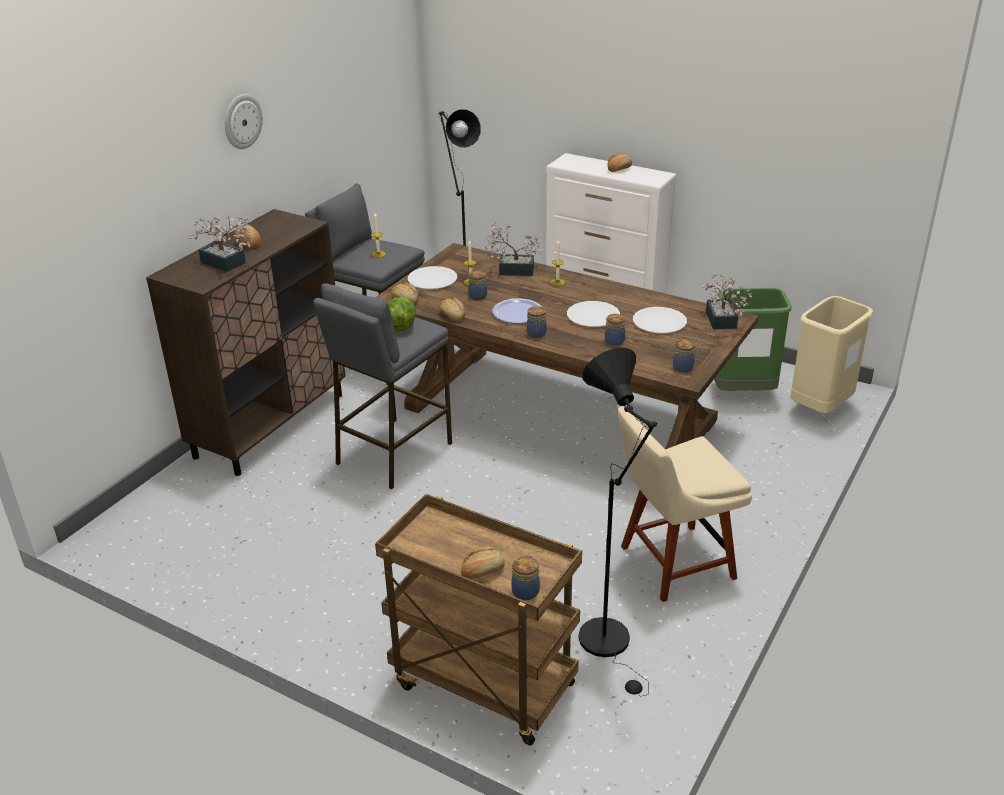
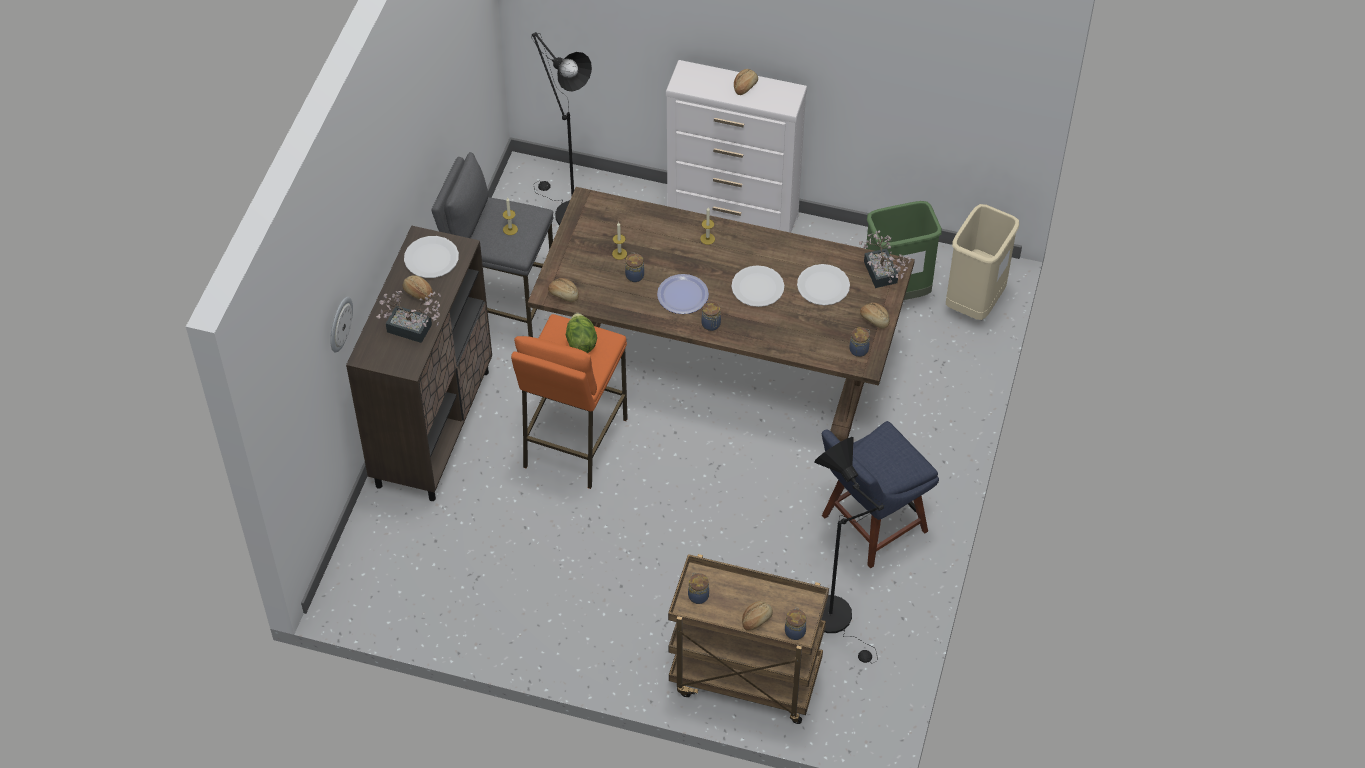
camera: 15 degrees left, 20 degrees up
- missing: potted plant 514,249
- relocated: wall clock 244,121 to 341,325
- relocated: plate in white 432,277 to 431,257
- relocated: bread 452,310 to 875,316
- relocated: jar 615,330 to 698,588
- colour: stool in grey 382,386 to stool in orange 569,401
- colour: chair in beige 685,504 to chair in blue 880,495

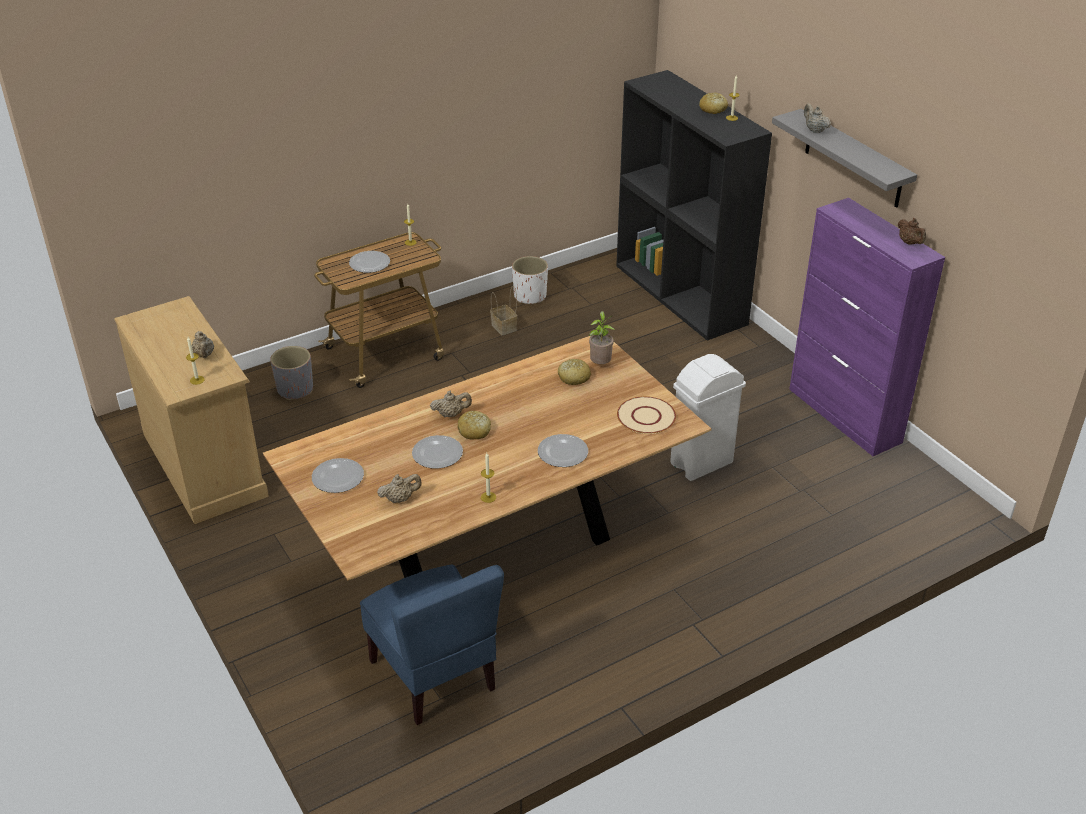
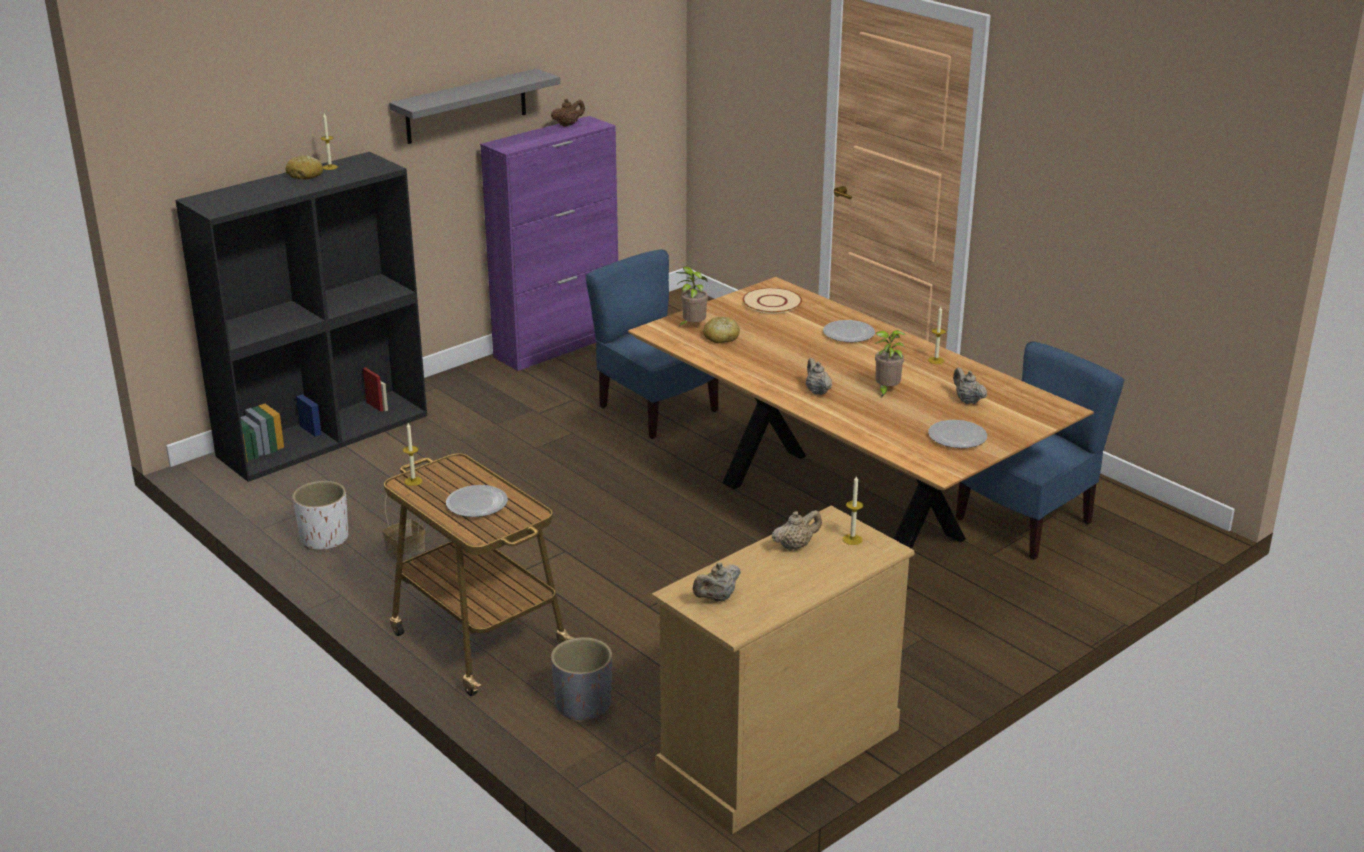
camera: 100 degrees left, 10 degrees down
- missing: bread 474,425
- relocated: teapot in beige 817,118 to 717,582
- exchanged: plate 437,452 to potted plant 890,364
- exchanged: trash can in white 708,417 to chair in blue 652,344

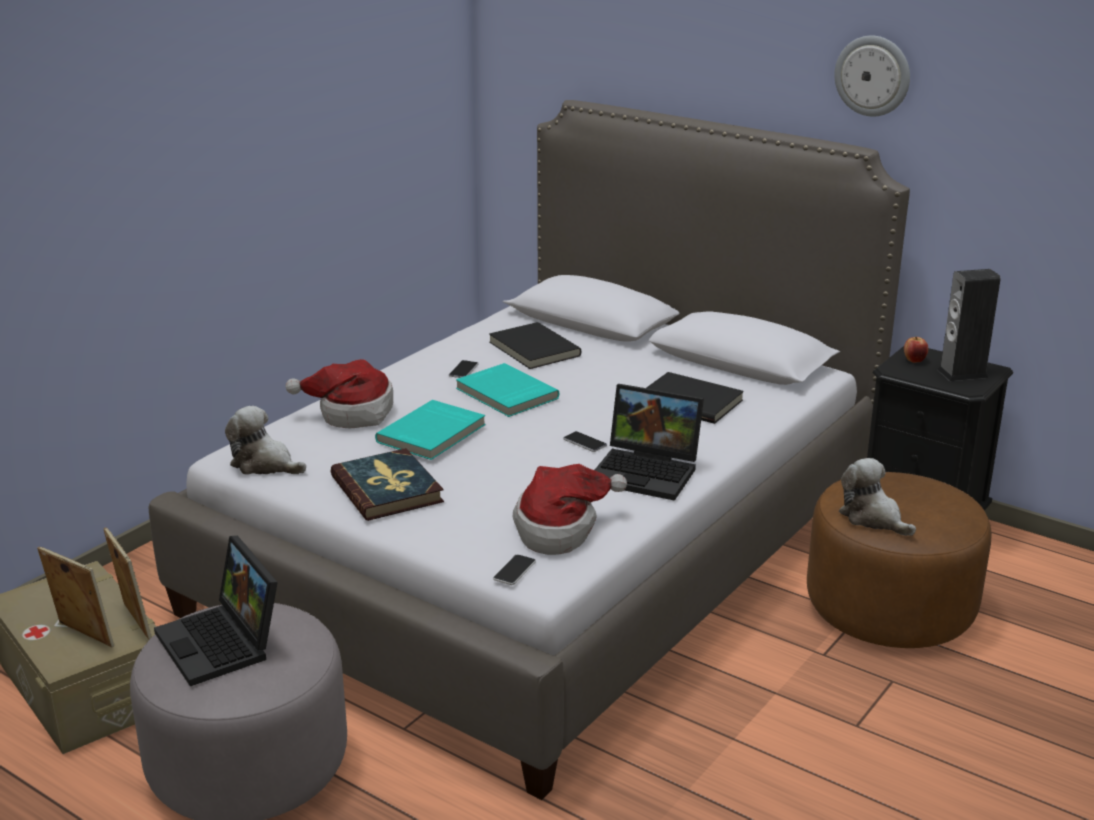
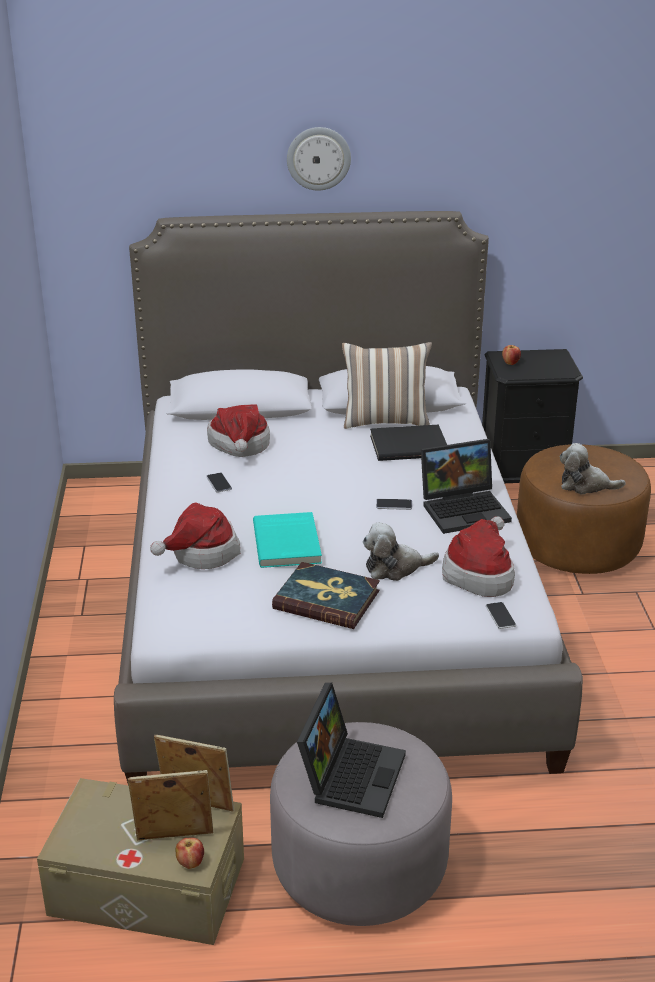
camera: 40 degrees left, 5 degrees up
- missing: book in turquoise 507,390
- missing: speaker 969,325
- appeared: apple 190,853
- appeared: pillow 387,385
- relocated: plush toy 265,440 to 401,551
- relocated: wall clock 872,76 to 319,159
- exchanged: book in black 535,345 to hat 238,430
- spun: laptop 216,611 = 351,750 90 degrees counterclockwise

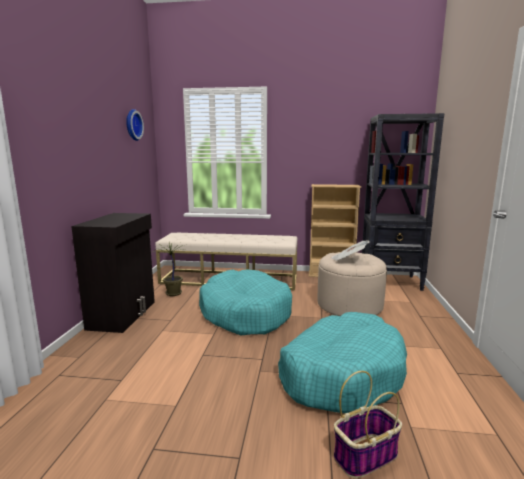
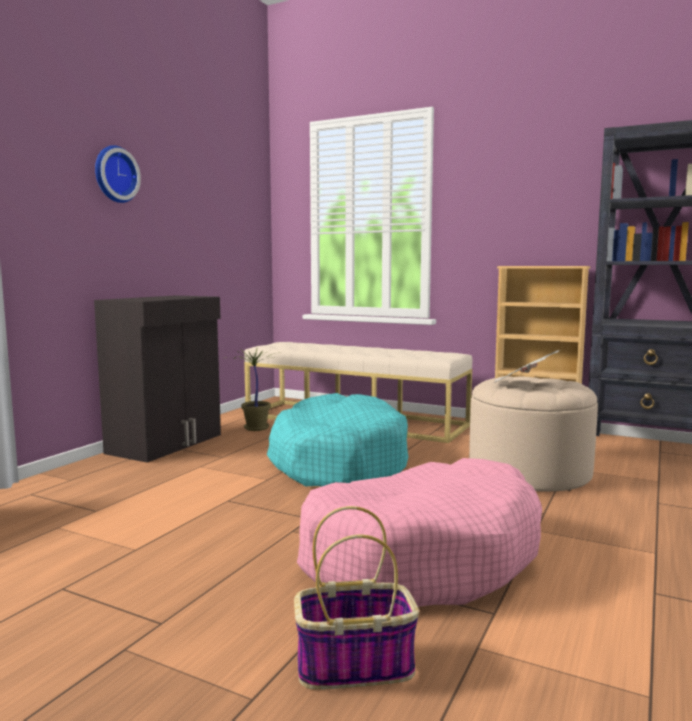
camera: 20 degrees right, 5 degrees down
- relocated: wall clock 135,125 to 118,174
- colour: dog bed in turquoise 342,362 to dog bed in pink 419,532

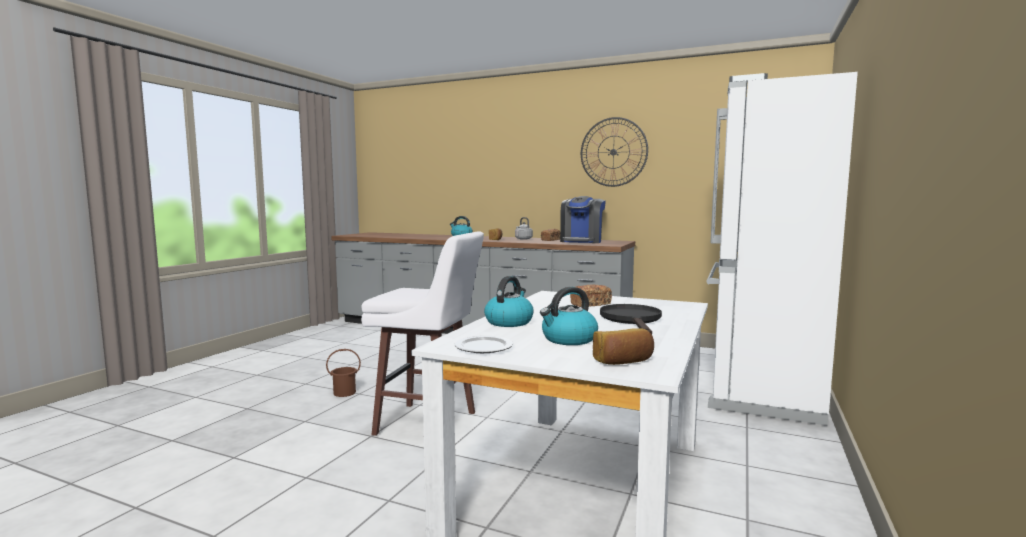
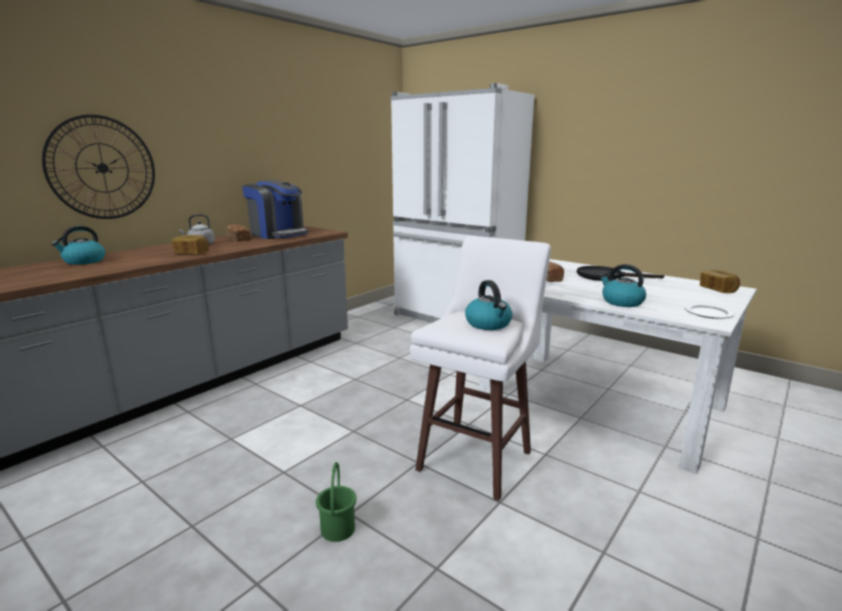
camera: 75 degrees left, 10 degrees up
- relocated: kettle 569,316 to 489,305
- relocated: wall clock 614,152 to 98,167
- colour: bucket in brown 343,373 to bucket in green 336,502

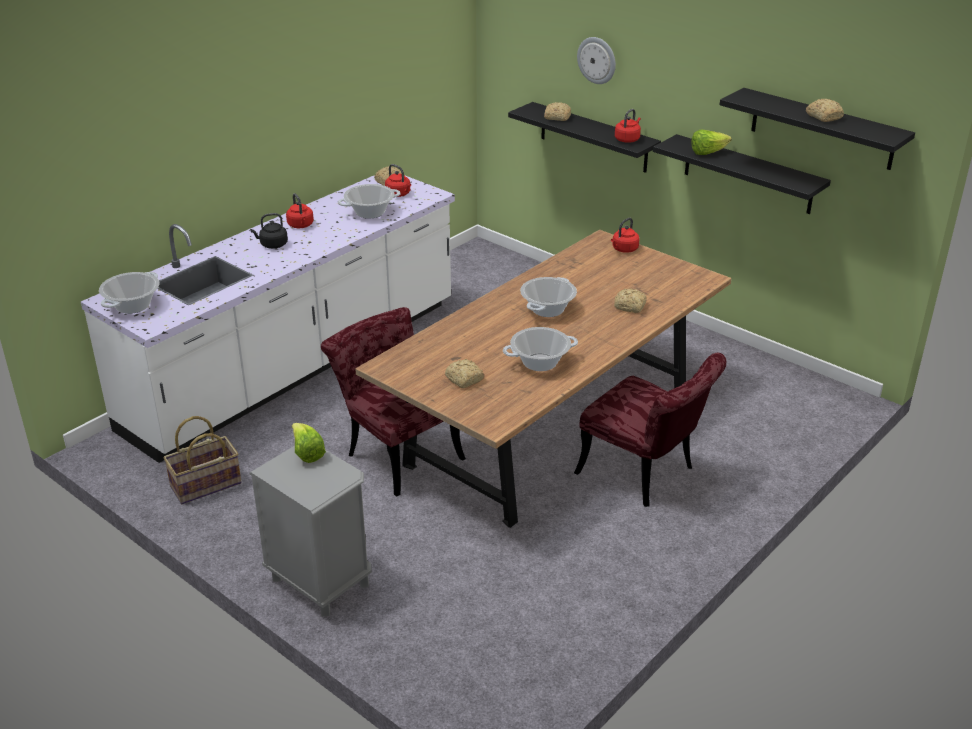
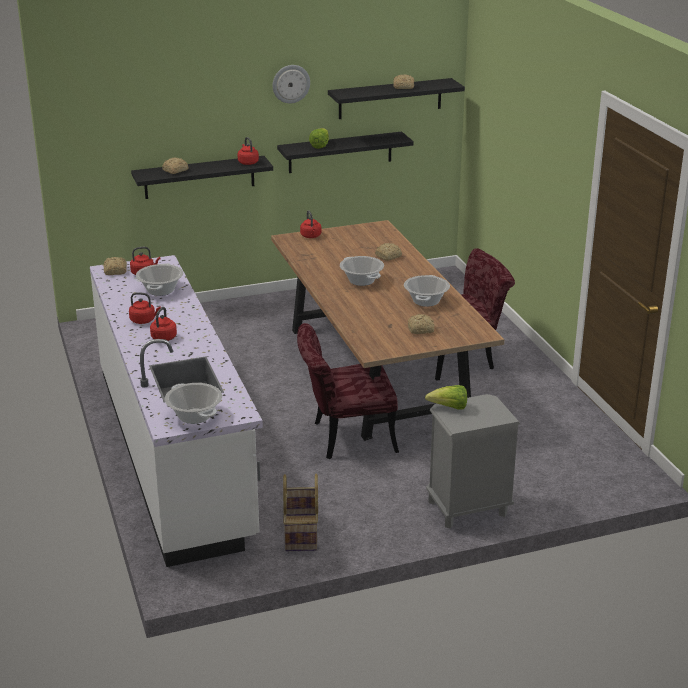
camera: 60 degrees left, 5 degrees down
- relocated: wall clock 596,60 to 291,84
- colour: kettle in black 269,231 to kettle in red 163,324

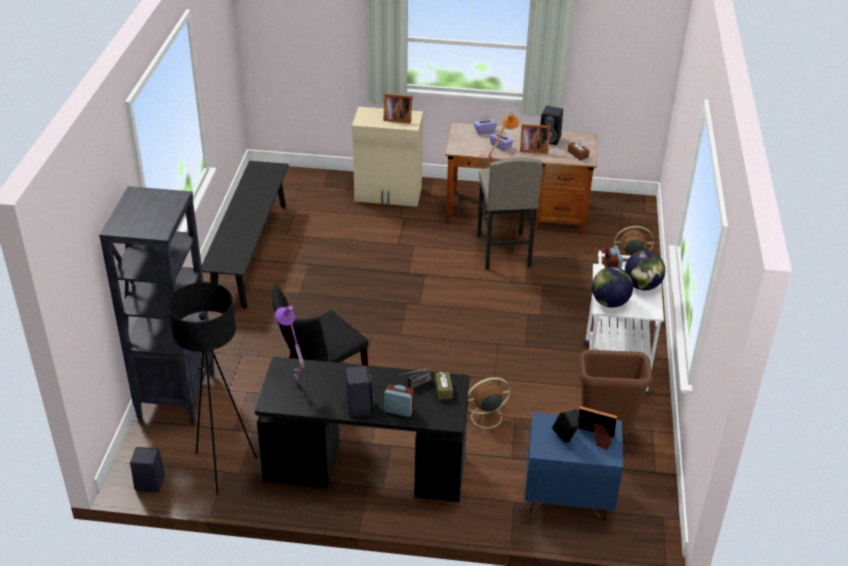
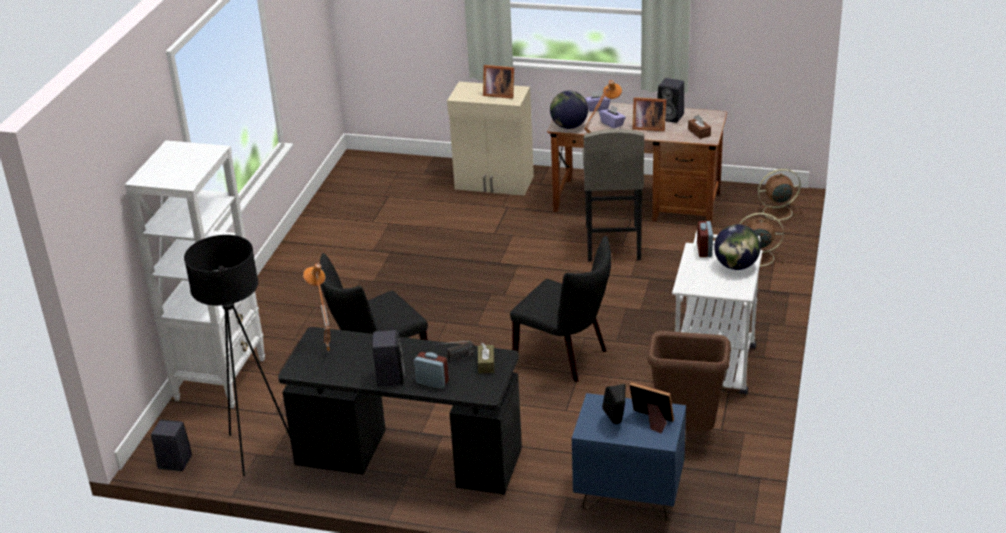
camera: 10 degrees right, 5 degrees down
- missing: bench in black 245,235
- appeared: chair in black 560,309
- relocated: fan in brown 489,406 to 778,197
- relocated: globe 612,287 to 569,110
- colour: bookcase in black 157,306 to bookcase in white 195,274
- colour: table lamp in purple 289,344 to table lamp in orange 316,307

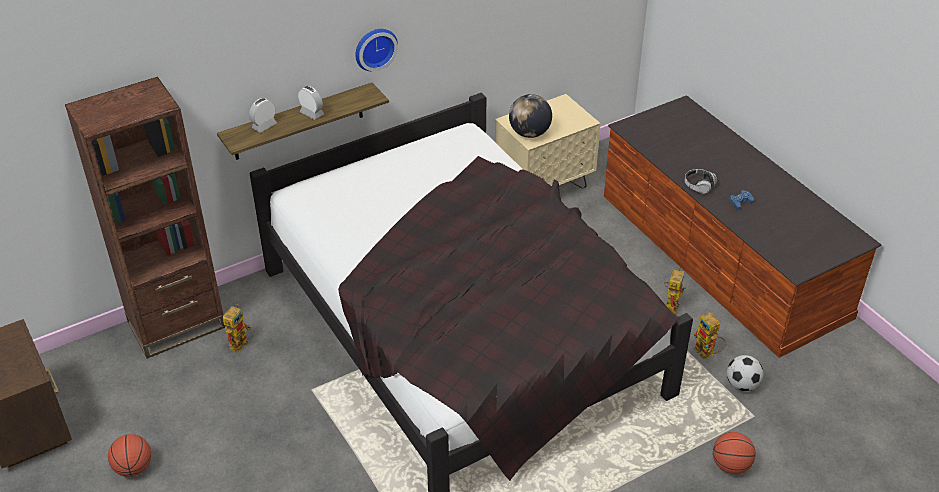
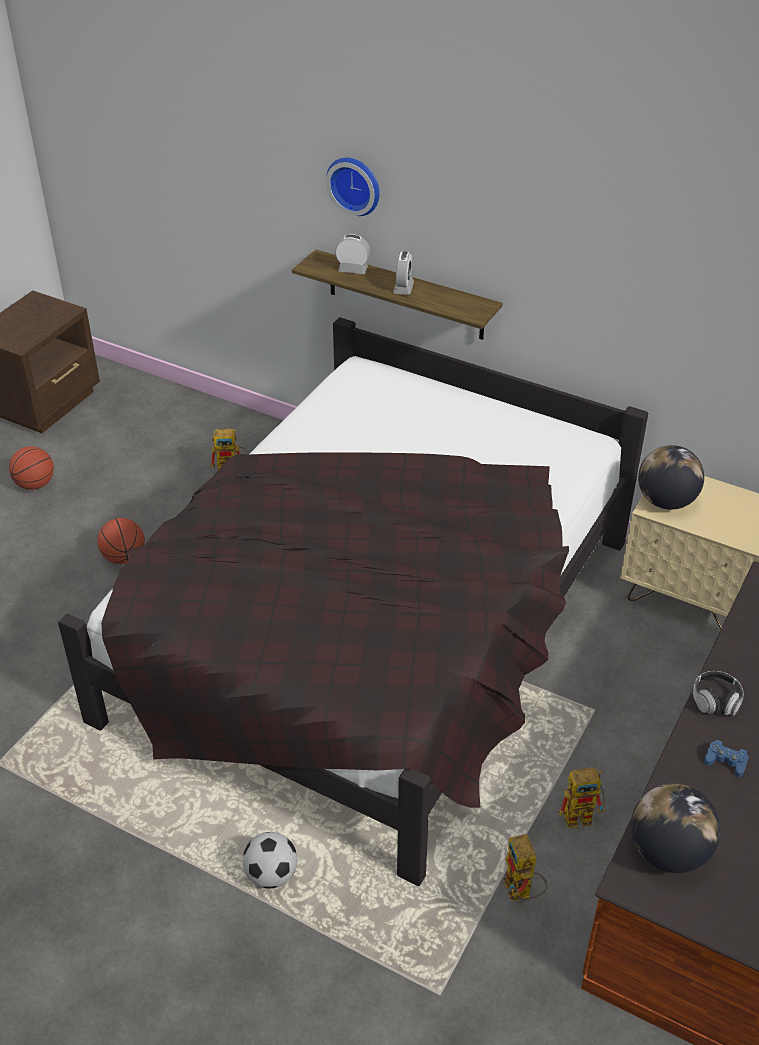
camera: 60 degrees right, 0 degrees up
- missing: bookcase in brown 145,218
- appeared: globe 675,828
- relocated: wall clock 376,50 to 353,187
- relocated: basketball 734,453 to 121,541
- relocated: football 745,373 to 270,860
- spun: toy robot 710,335 = 525,867 45 degrees counterclockwise

